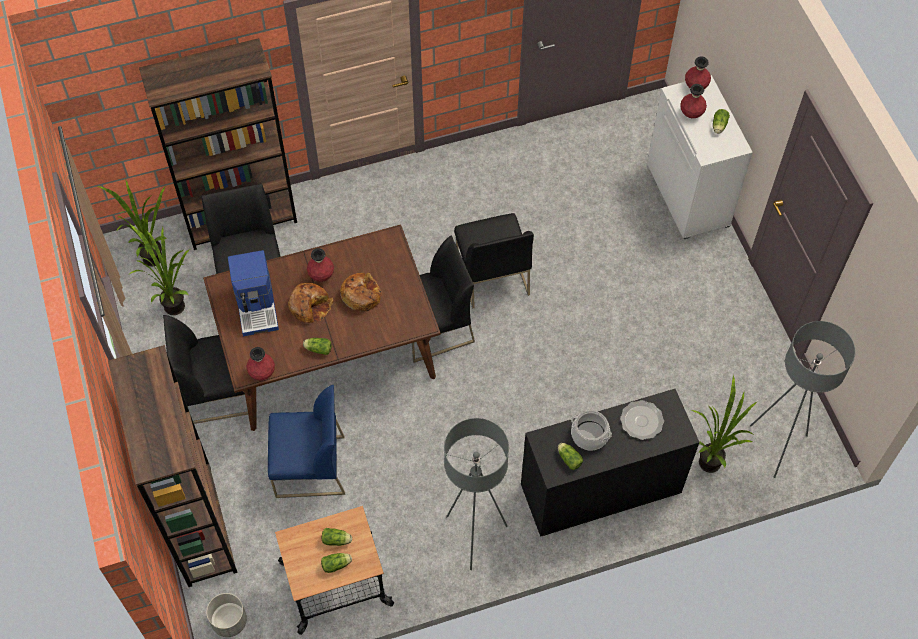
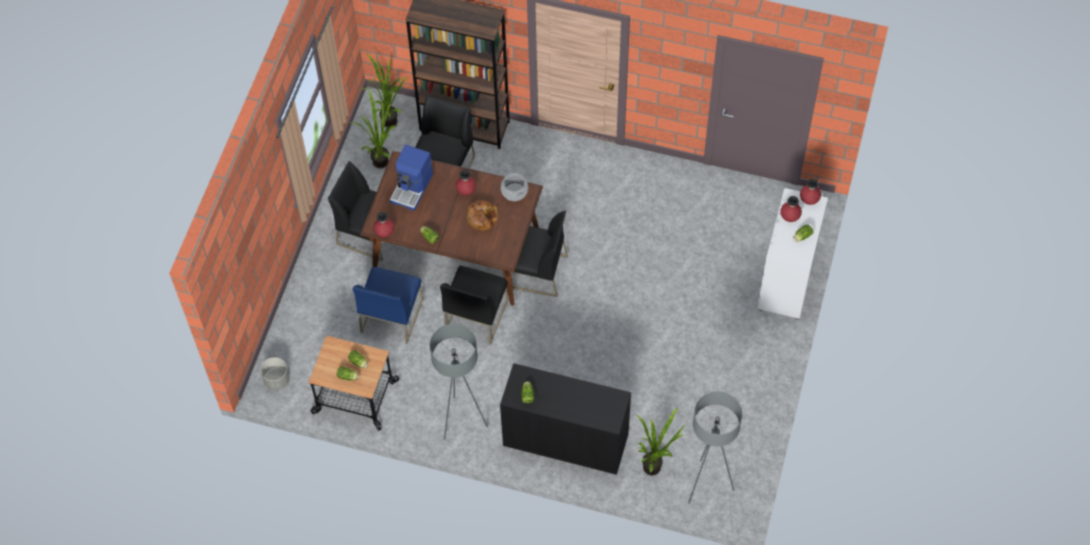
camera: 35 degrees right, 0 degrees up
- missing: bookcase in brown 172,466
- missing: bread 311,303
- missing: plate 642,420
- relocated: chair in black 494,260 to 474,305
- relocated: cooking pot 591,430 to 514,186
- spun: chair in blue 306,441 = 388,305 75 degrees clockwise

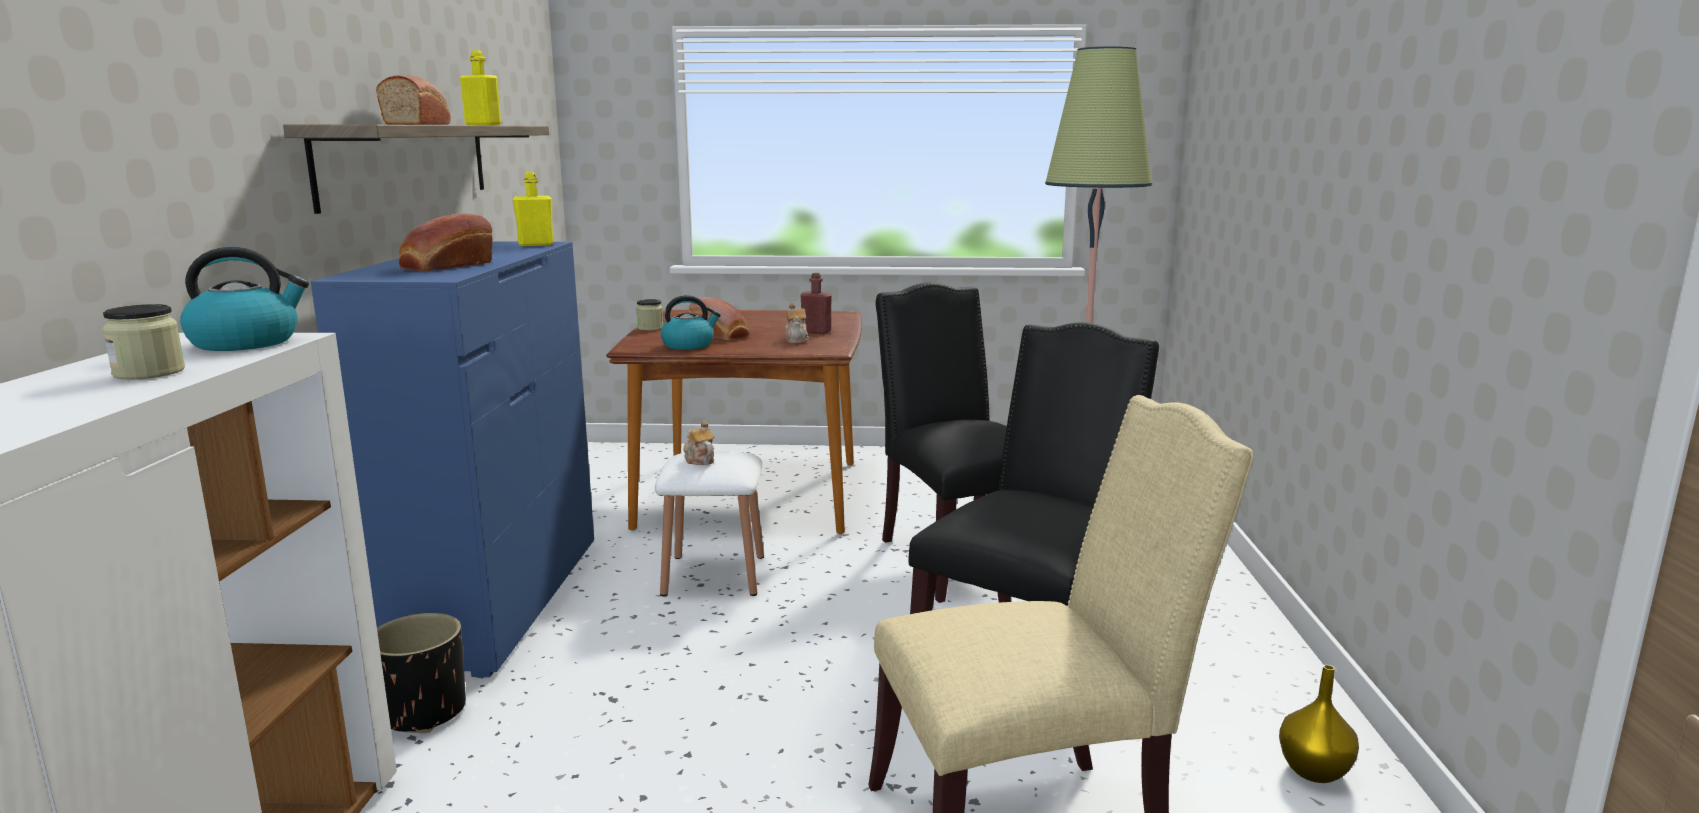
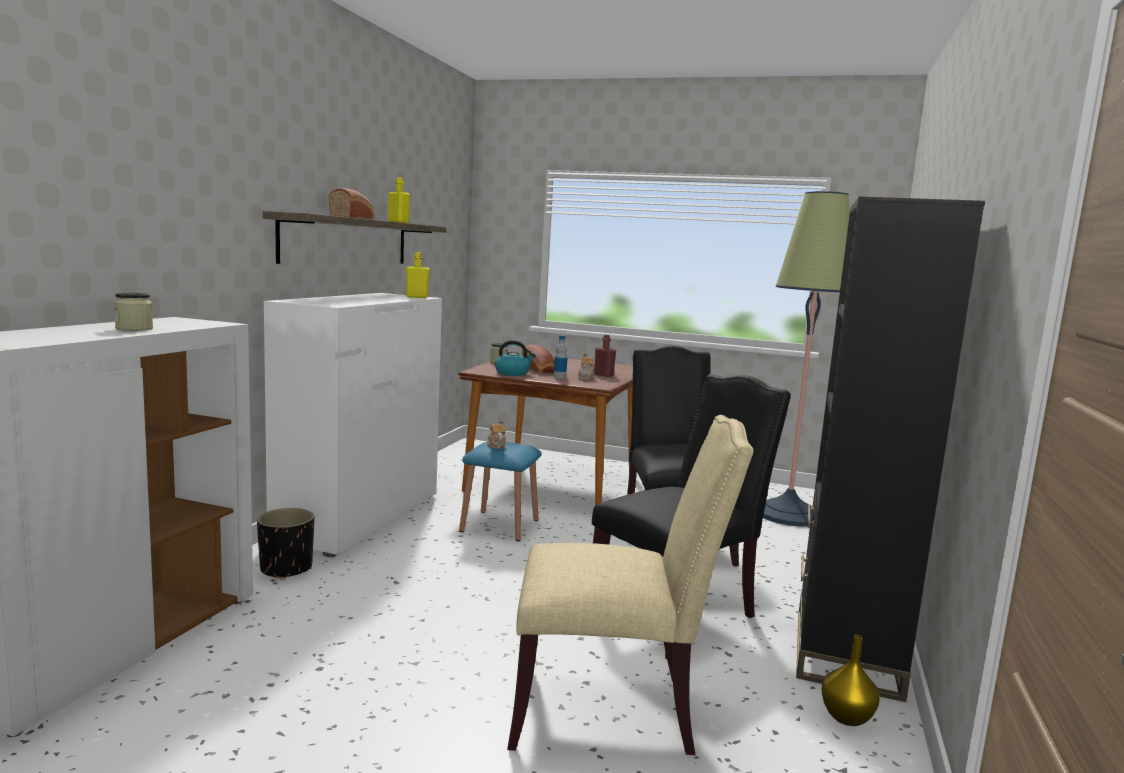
camera: 15 degrees right, 5 degrees down
- missing: kettle 244,299
- missing: bread 446,242
- appeared: bottle 560,357
- appeared: bookcase in black 890,449
- colour: dresser in blue 452,459 to dresser in white 353,425
- colour: stool in white 709,523 to stool in blue 500,491

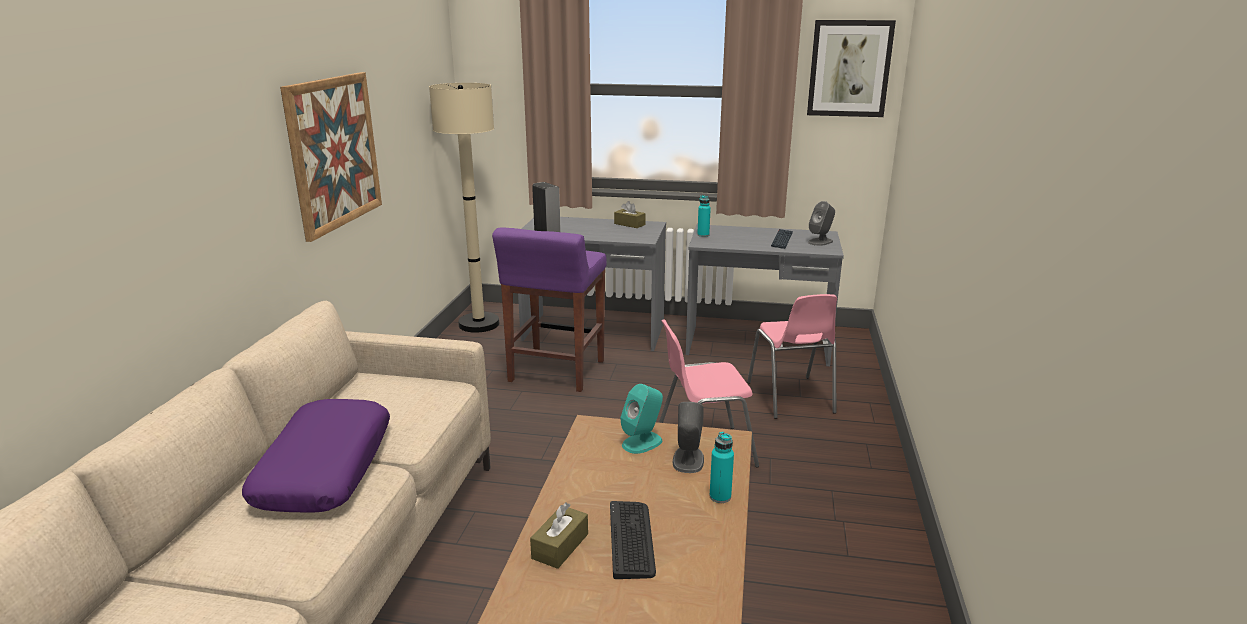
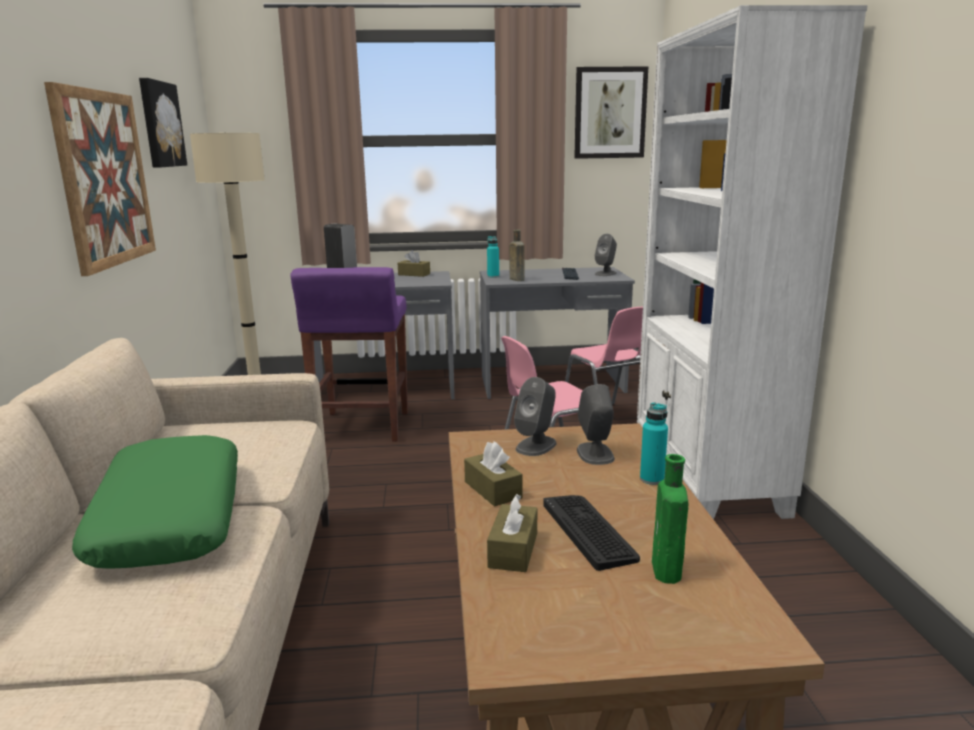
camera: 15 degrees left, 5 degrees down
- appeared: picture 163,123
- appeared: tissue box in brown 493,474
- appeared: bottle in brown 517,255
- appeared: bookcase in white 752,262
- appeared: bottle in green 670,519
- colour: pillow in purple 316,455 to pillow in green 155,502
- colour: speaker in turquoise 641,419 to speaker in grey 535,416

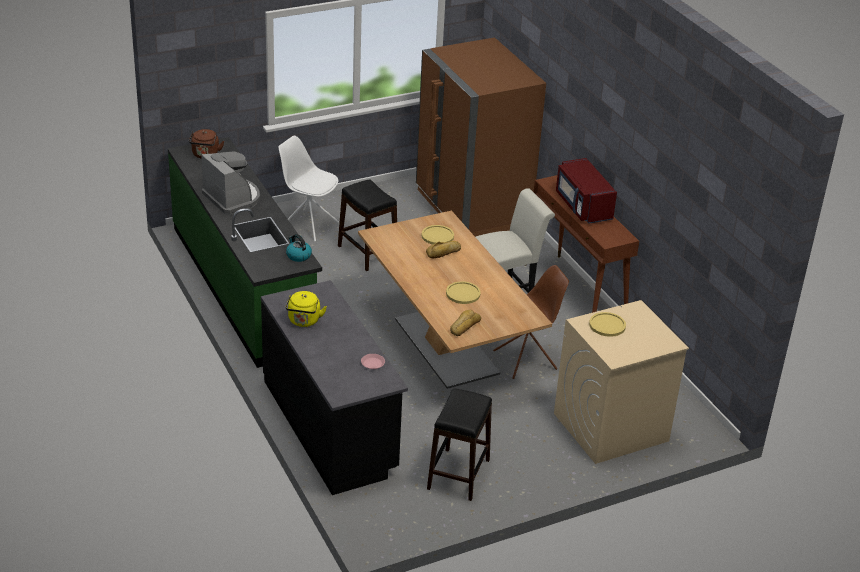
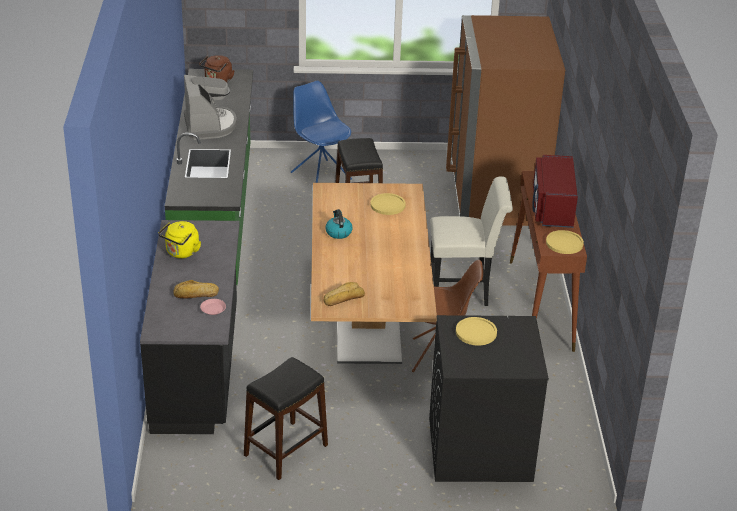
camera: 25 degrees right, 0 degrees up
- relocated: kettle 299,248 to 339,224
- relocated: bread 443,249 to 196,289
- relocated: plate in yellow 463,292 to 565,242
- colour: chair in white 308,189 to chair in blue 321,132
- colour: washing machine in beige 621,382 to washing machine in black 489,398

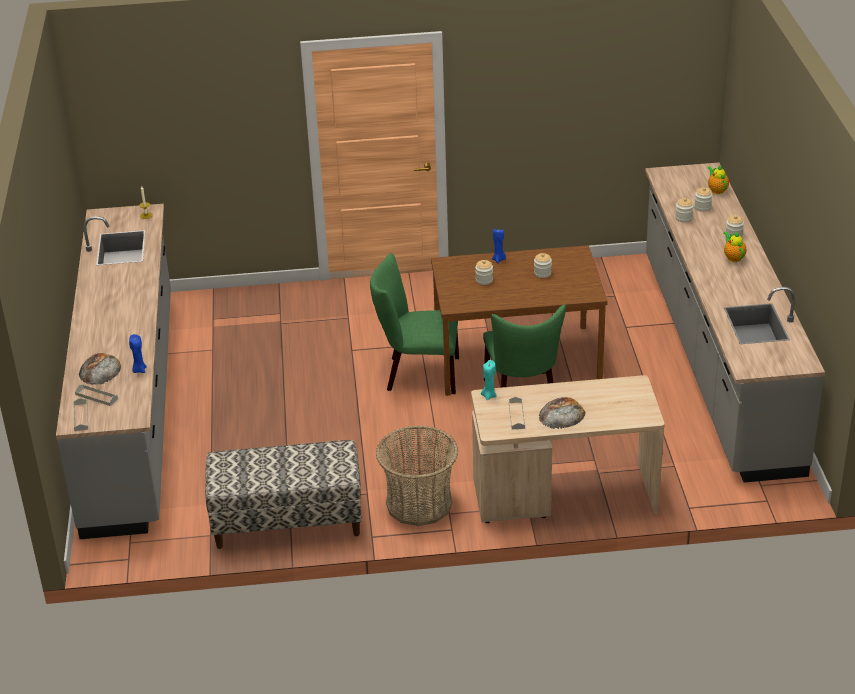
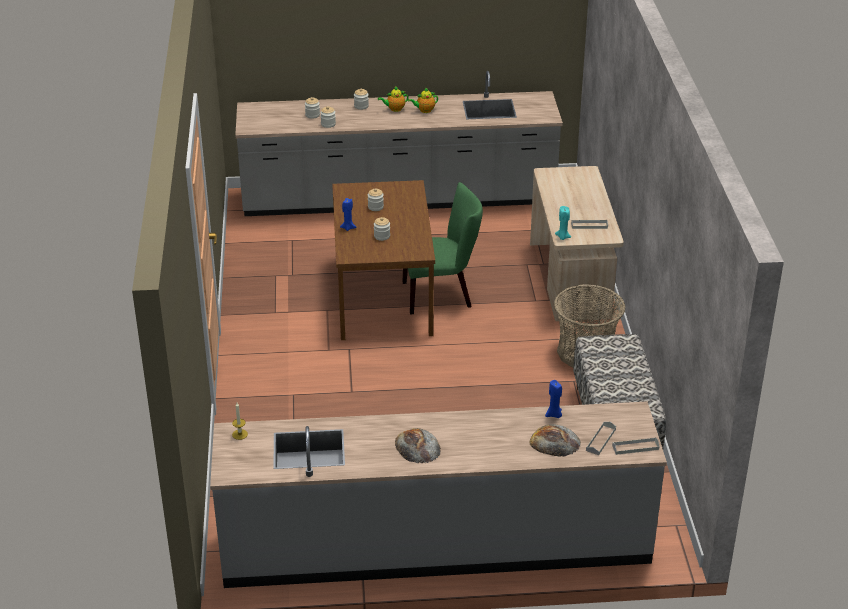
camera: 90 degrees left, 0 degrees up
- missing: chair in green 414,323
- relocated: bread 562,413 to 418,445
- relocated: teapot 718,180 to 423,100

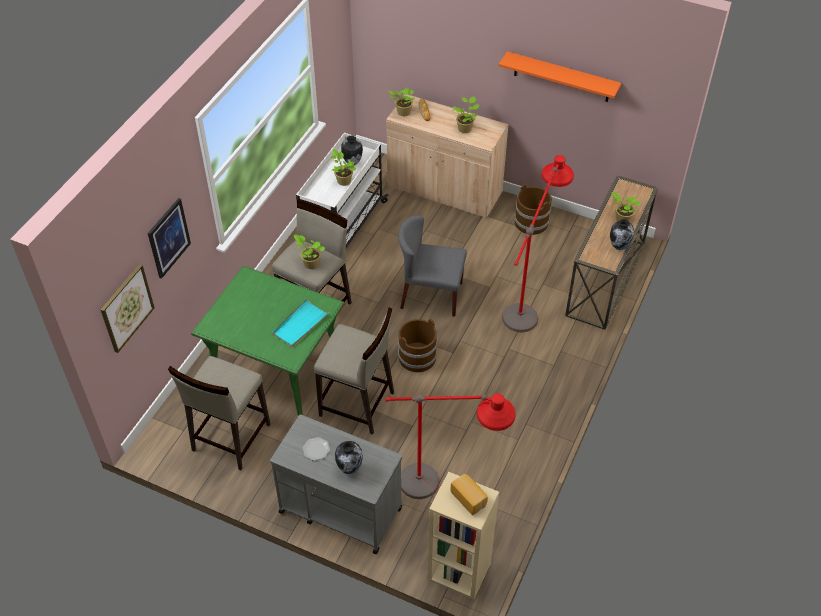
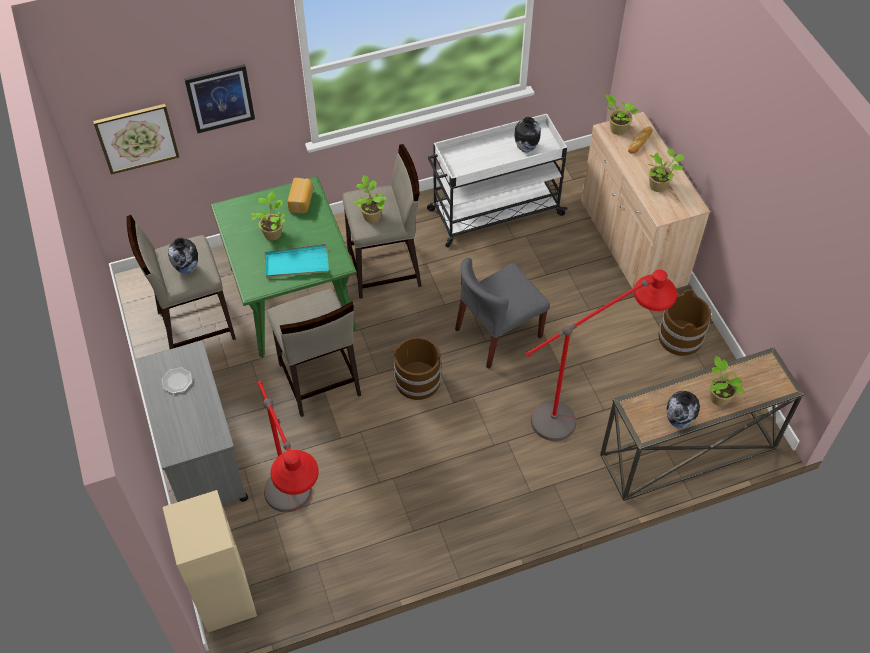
camera: 45 degrees right, 5 degrees up
- missing: shelf in orange 560,76
- relocated: potted plant 343,167 to 268,216
- relocated: vase 349,457 to 183,256
- relocated: bread 469,494 to 300,196
- spun: chair in grey 432,266 = 502,313 90 degrees counterclockwise

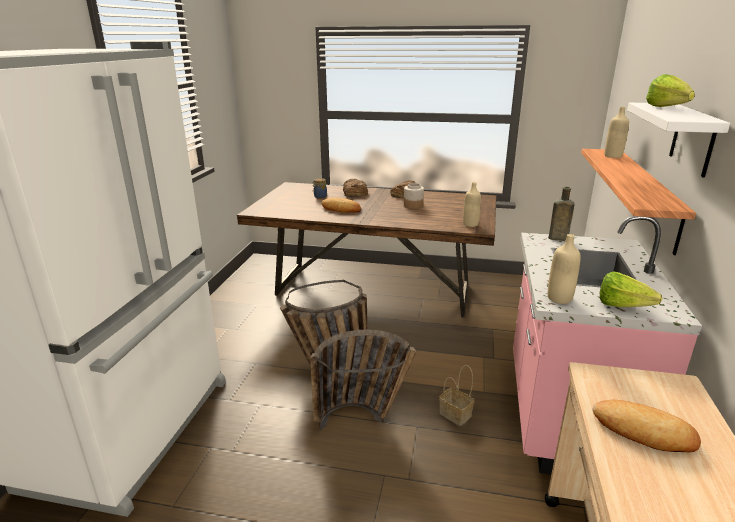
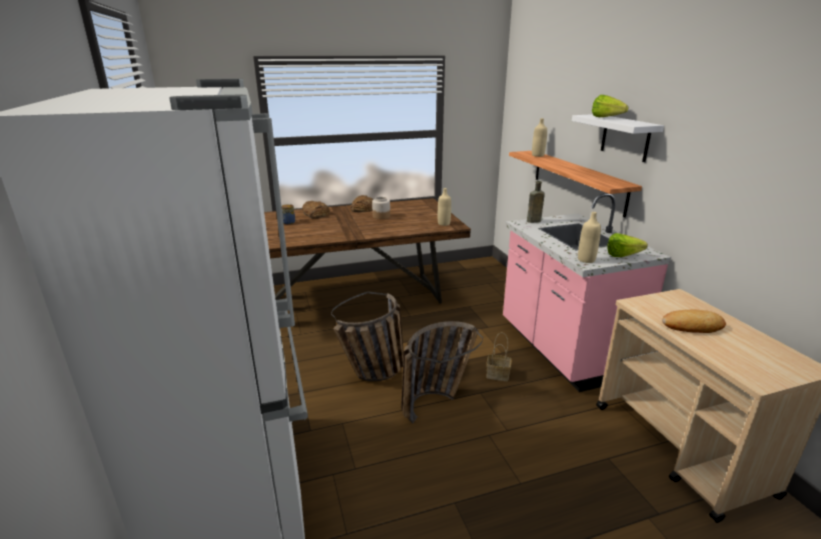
camera: 30 degrees left, 0 degrees up
- missing: bread 341,204

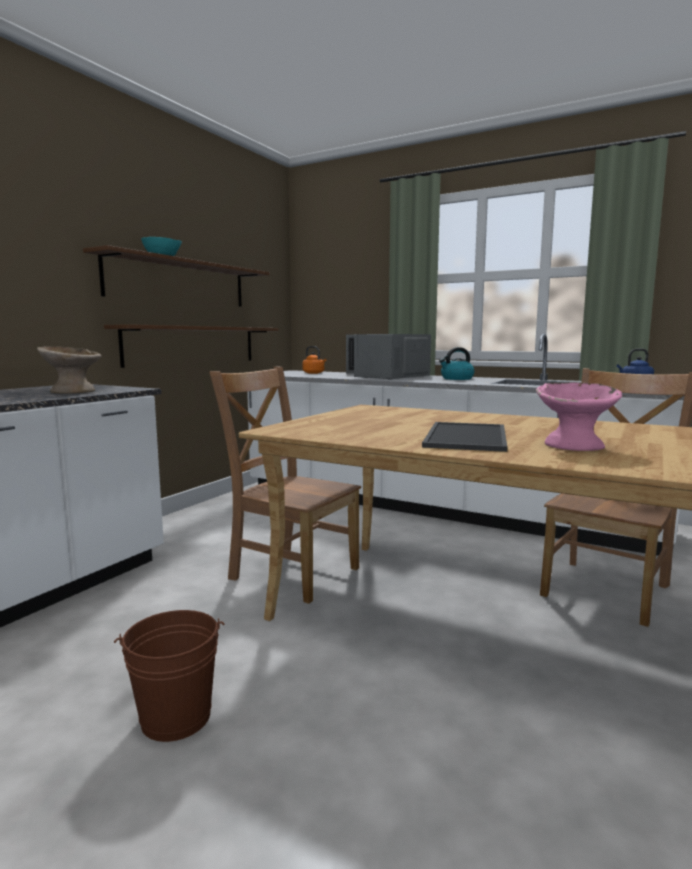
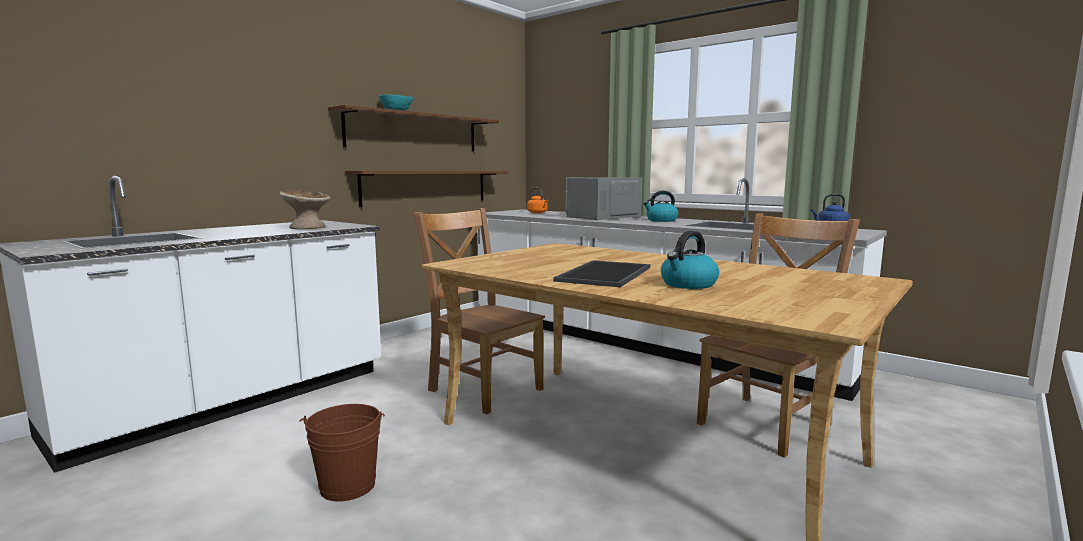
camera: 10 degrees right, 0 degrees up
- exchanged: bowl in pink 579,416 to kettle 690,260

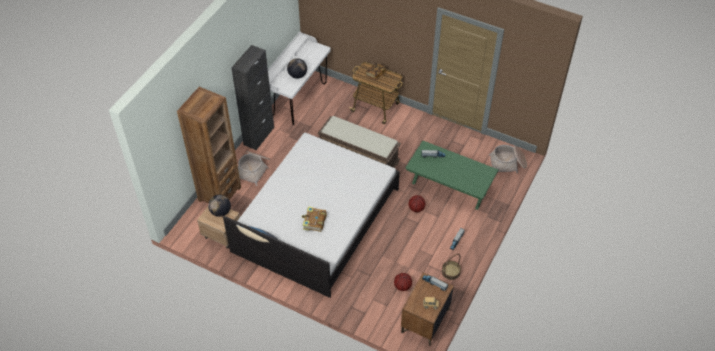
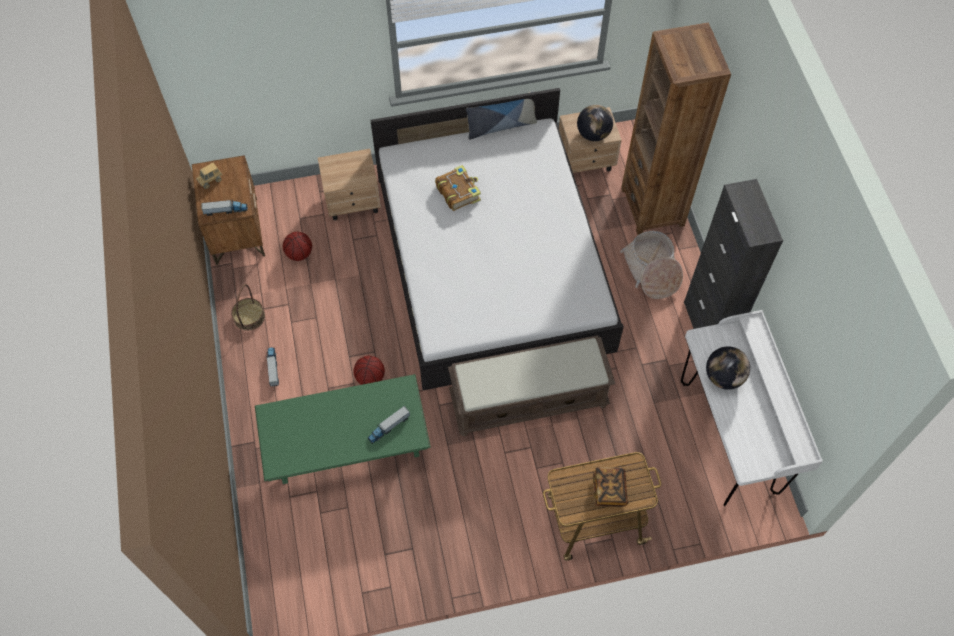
camera: 140 degrees right, 10 degrees up
- missing: basket 508,159
- appeared: nightstand in beige 349,184

